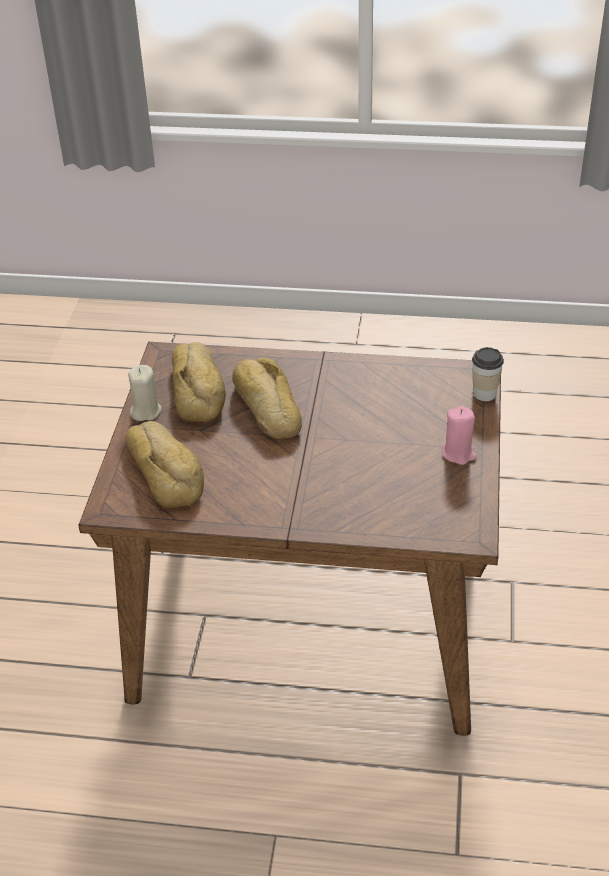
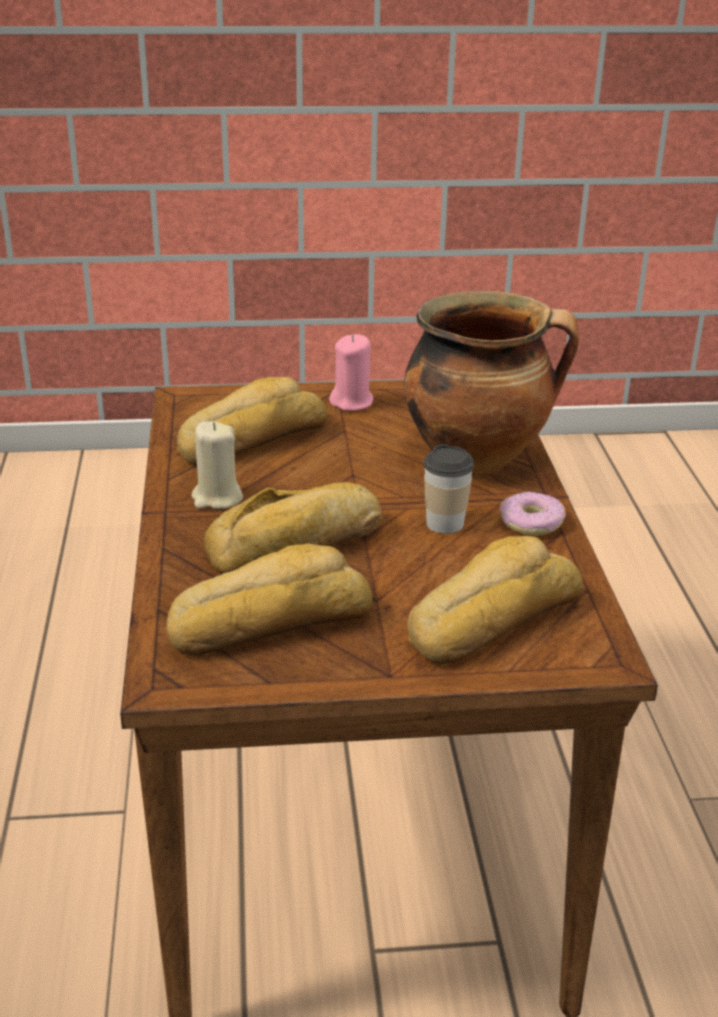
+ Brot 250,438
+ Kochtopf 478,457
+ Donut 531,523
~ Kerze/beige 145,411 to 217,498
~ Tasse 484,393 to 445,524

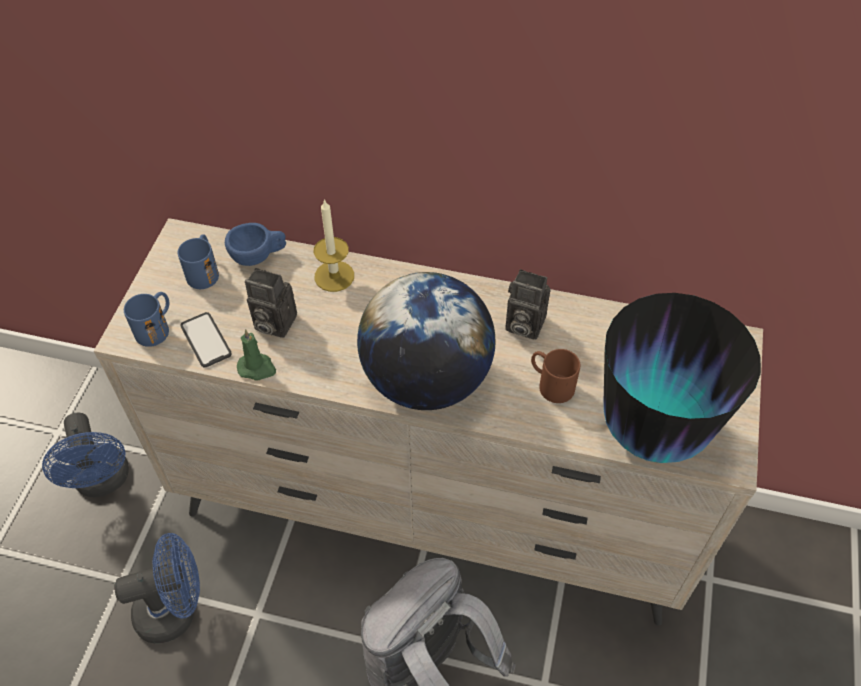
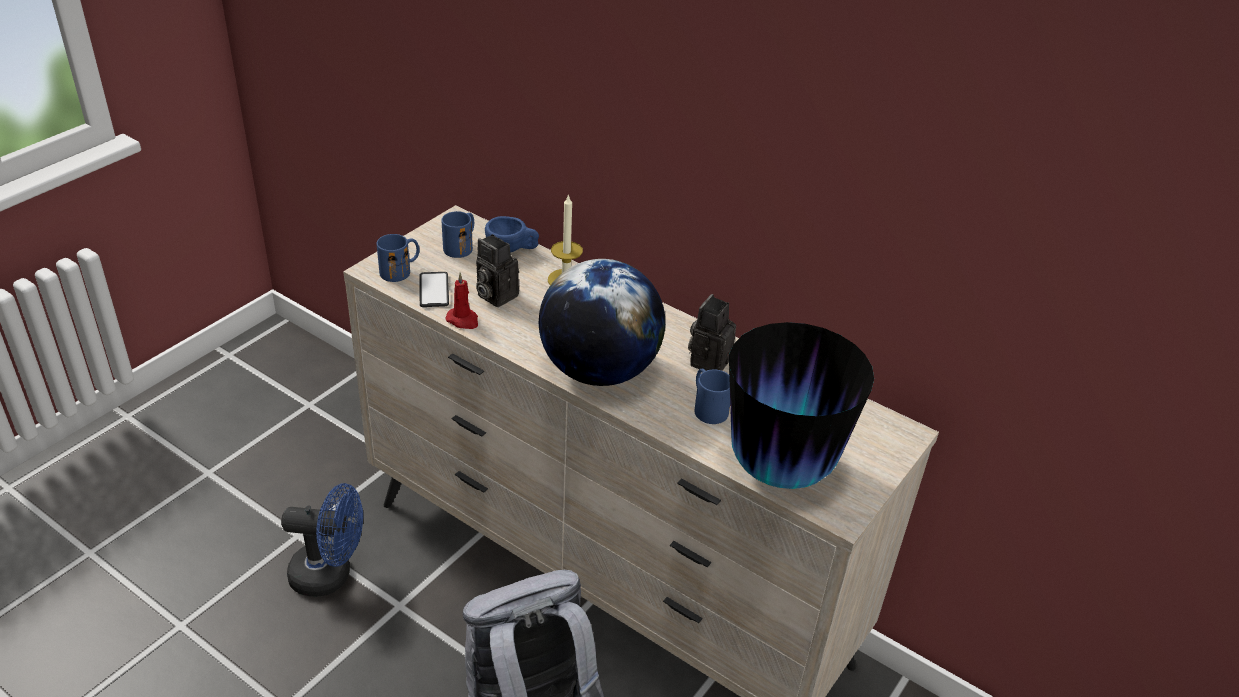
- Ventilator/blau 103,481
~ Kerze/grün 257,368 to Kerze/rot 463,320
~ Henkelbecher/braun 550,384 to Henkelbecher/blau 707,408
~ Kamera 522,325 = 709,360 75 degrees clockwise

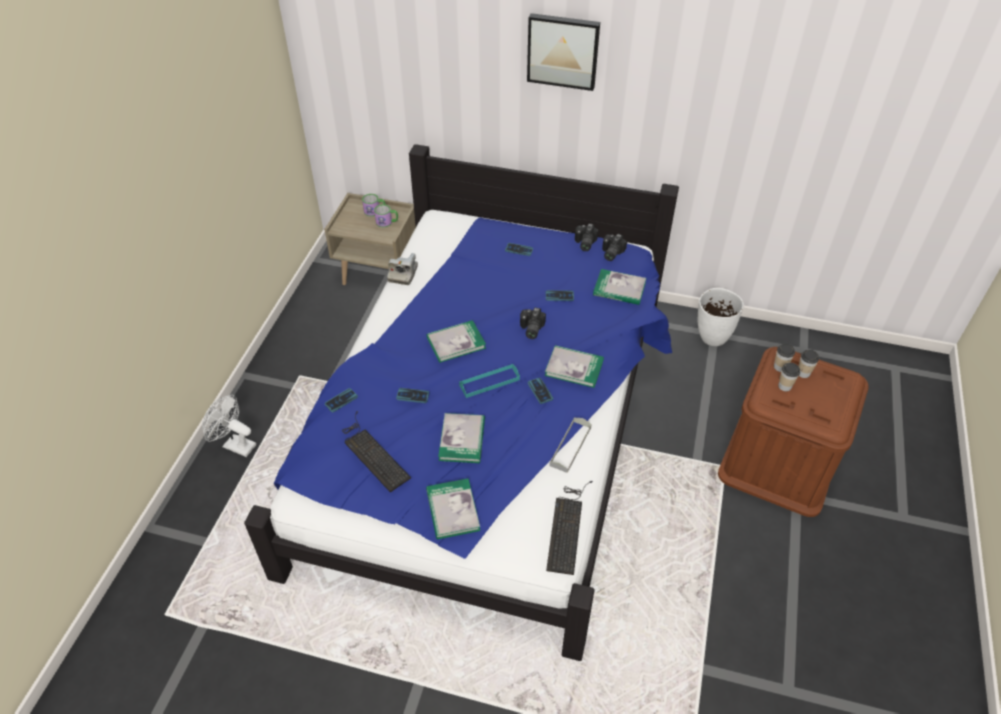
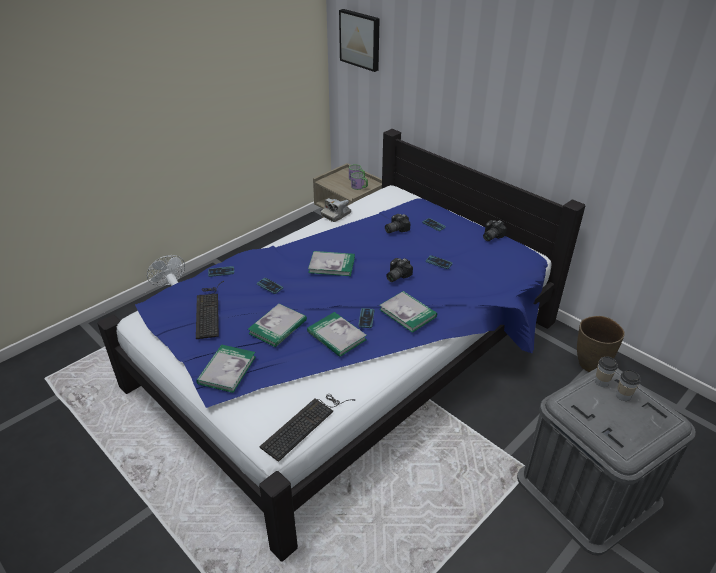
- Tablett/türkis 489,382
- Tablett/grau 570,446
- Tasse 784,386
~ Bild 563,50 to 360,39
~ Buch 619,289 to 336,336
~ Kamera 610,253 to 395,229
~ Vase/weiß 712,337 to Vase/braun 590,364
~ Aufbewahrungsbox/braun 778,461 to Aufbewahrungsbox/grau 588,489

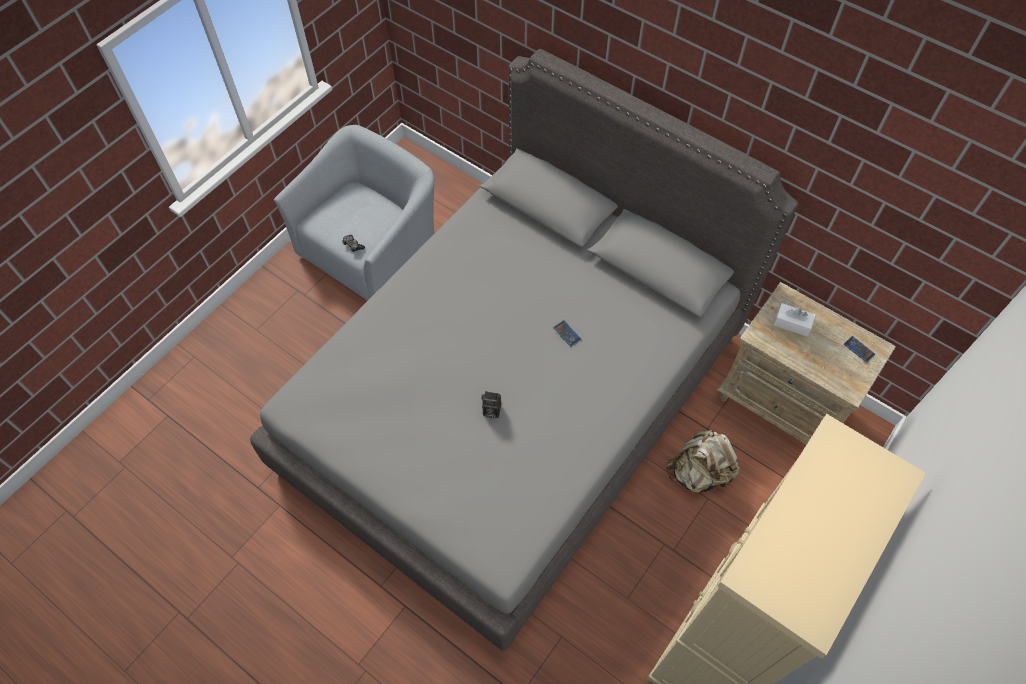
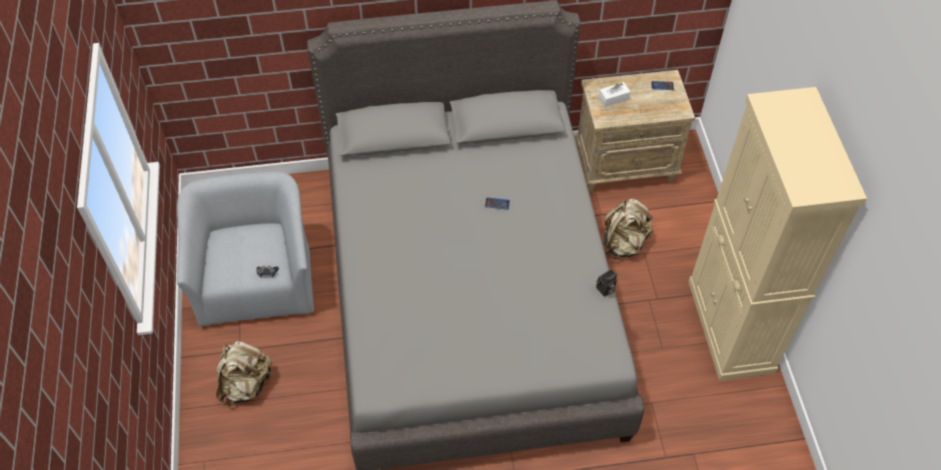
+ Rucksack/beige 246,384
~ Kamera 490,411 to 605,290

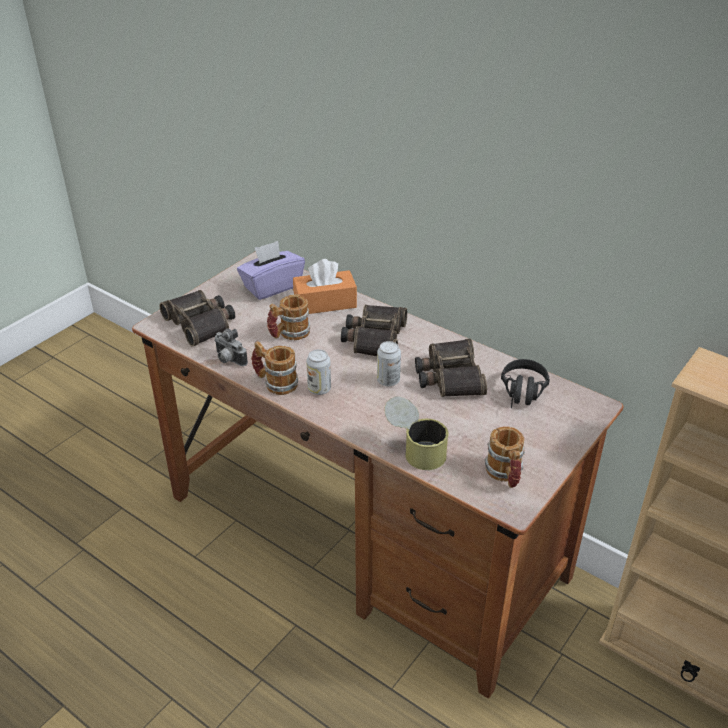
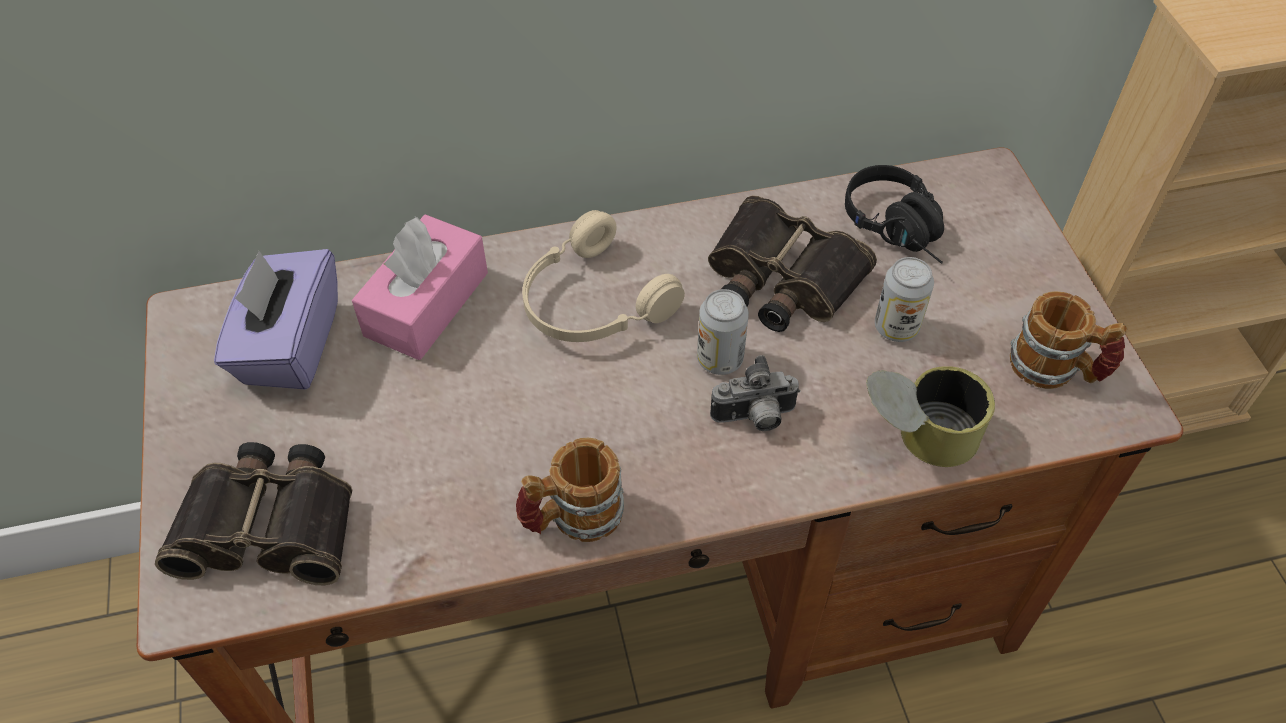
- Henkelbecher 289,334
~ Kamera 229,360 to 754,418
~ Dose 319,389 to 896,327
~ Fernglas 374,337 to Kopfhörer/beige 592,303
~ Taschentuchbox/orange 325,303 to Taschentuchbox/rosa 426,304

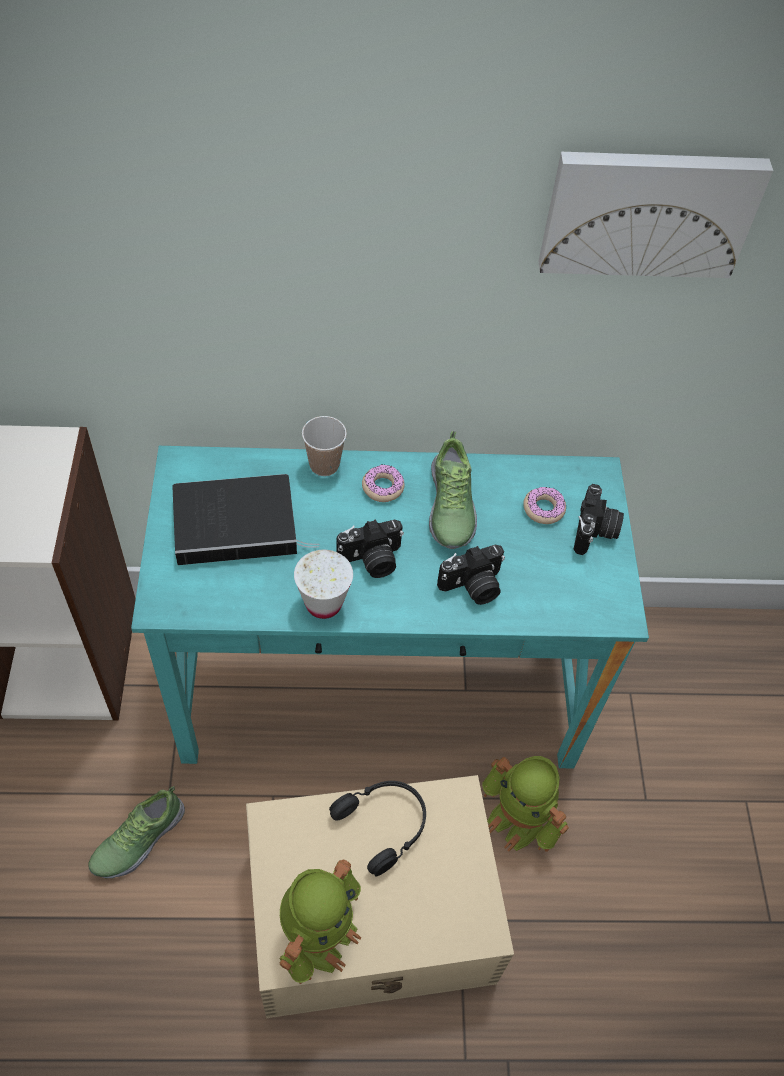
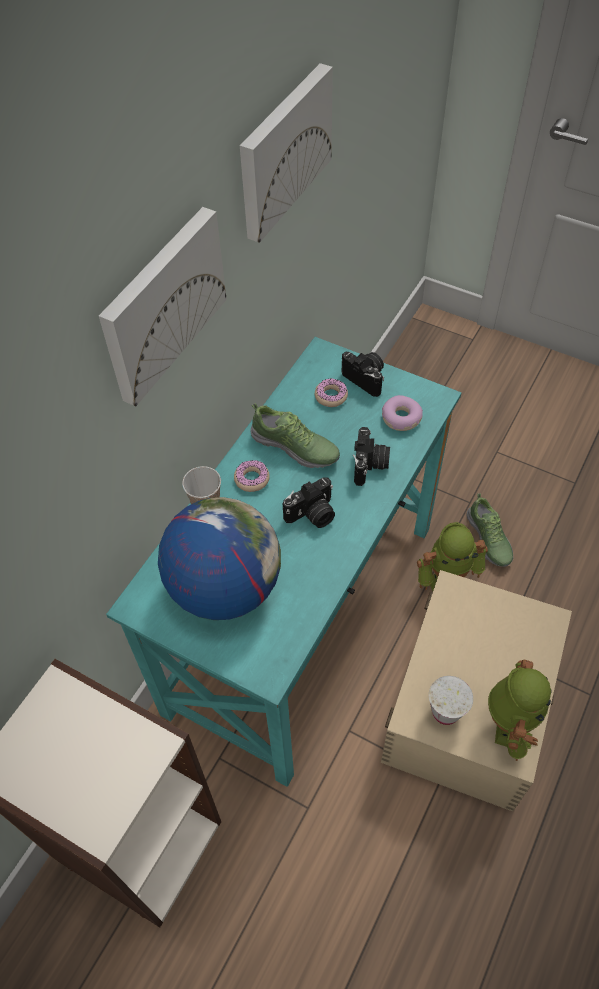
- Kopfhörer/schwarz 384,824
+ Bild 161,304
+ Donut 401,418
~ Schuh 138,839 to 489,539
~ Tasse/weiß 323,603 to 445,712
~ Buch 239,524 to Globus 225,587
~ Spielzeugroboter 319,933 = 508,724 45 degrees clockwise
~ Kamera 372,560 = 312,515 45 degrees clockwise

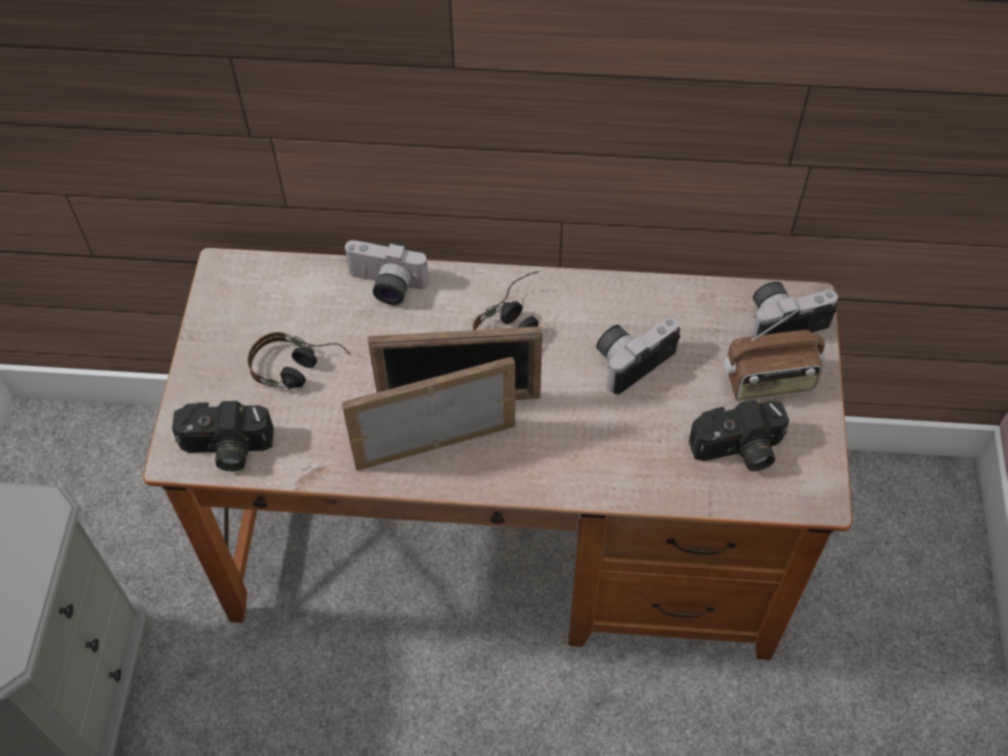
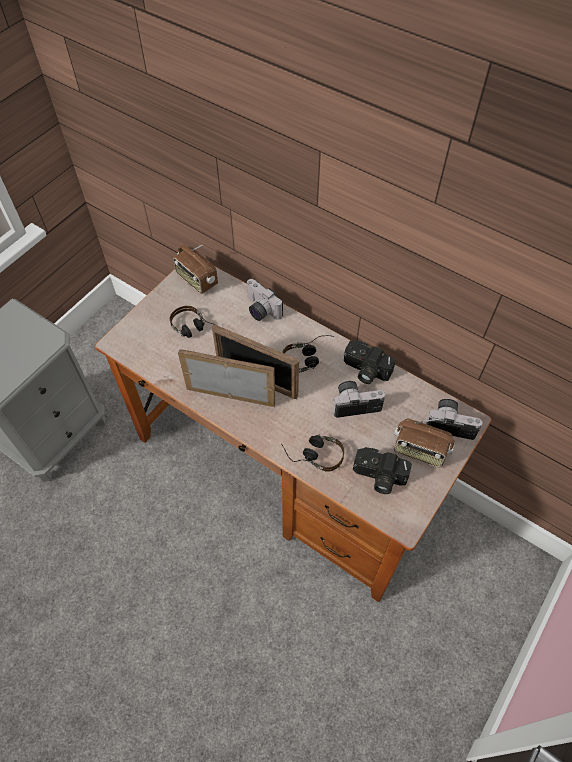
+ Radio 196,280
+ Kopfhörer 313,454
~ Kamera 226,448 to 365,371

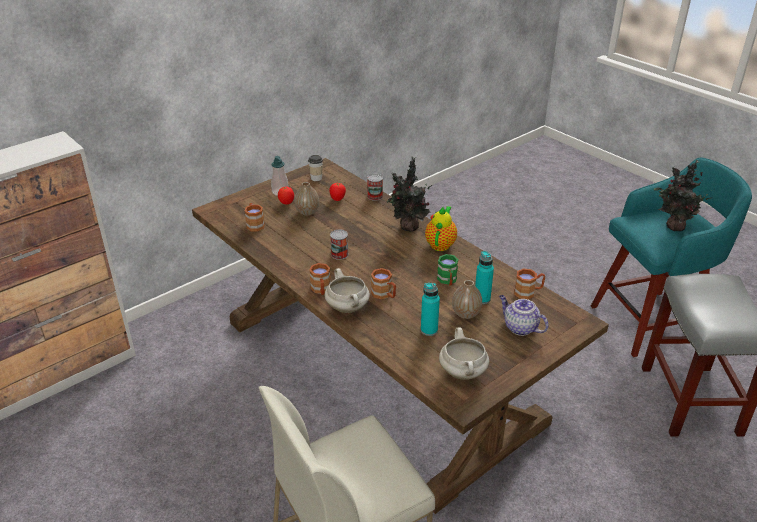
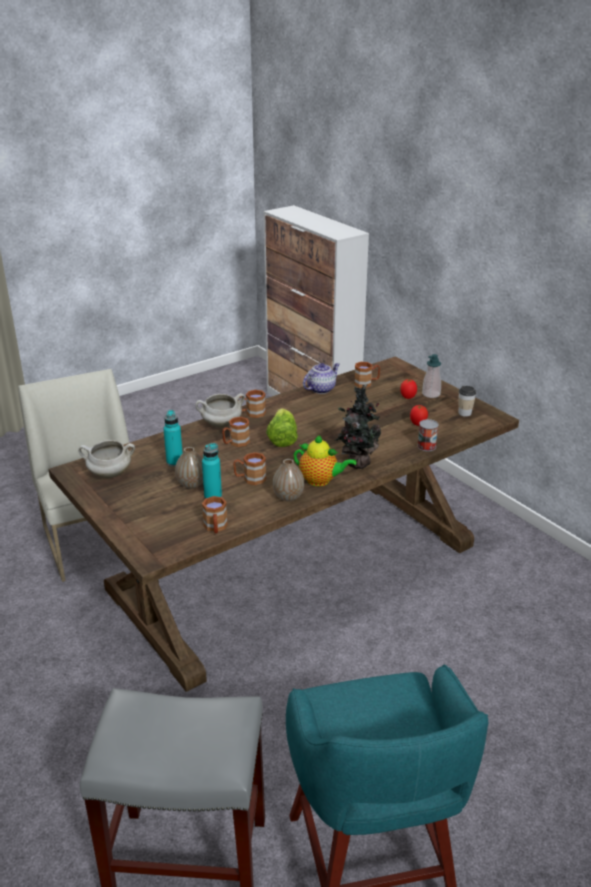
- Dose 339,254
- Topfpflanze 673,227
+ Salatkopf 282,439
~ Vase 307,212 to 288,497
~ Teekanne 519,327 to 321,389
~ Henkelbecher/grün 447,281 to Henkelbecher/braun 250,479

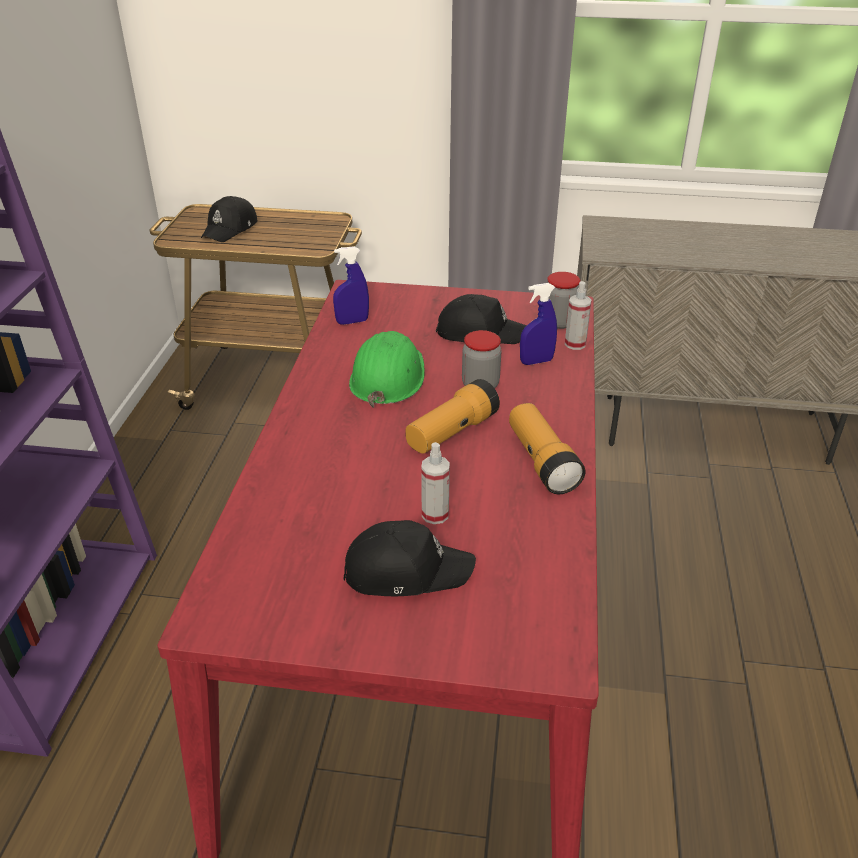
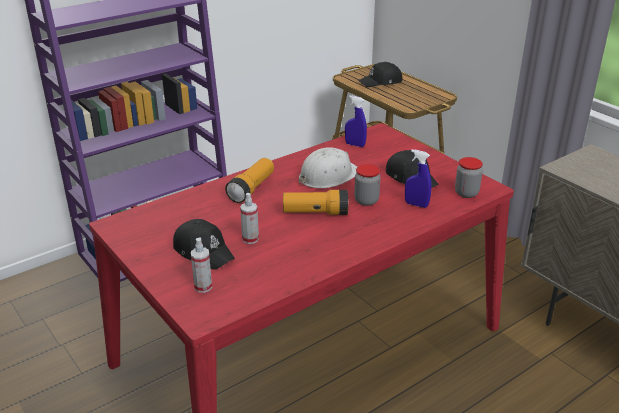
~ Taschenlampe 542,461 to 252,189
~ Sprühflasche 575,344 to 203,287
~ Schutzhelm/grün 387,378 to Schutzhelm/weiß 328,176

